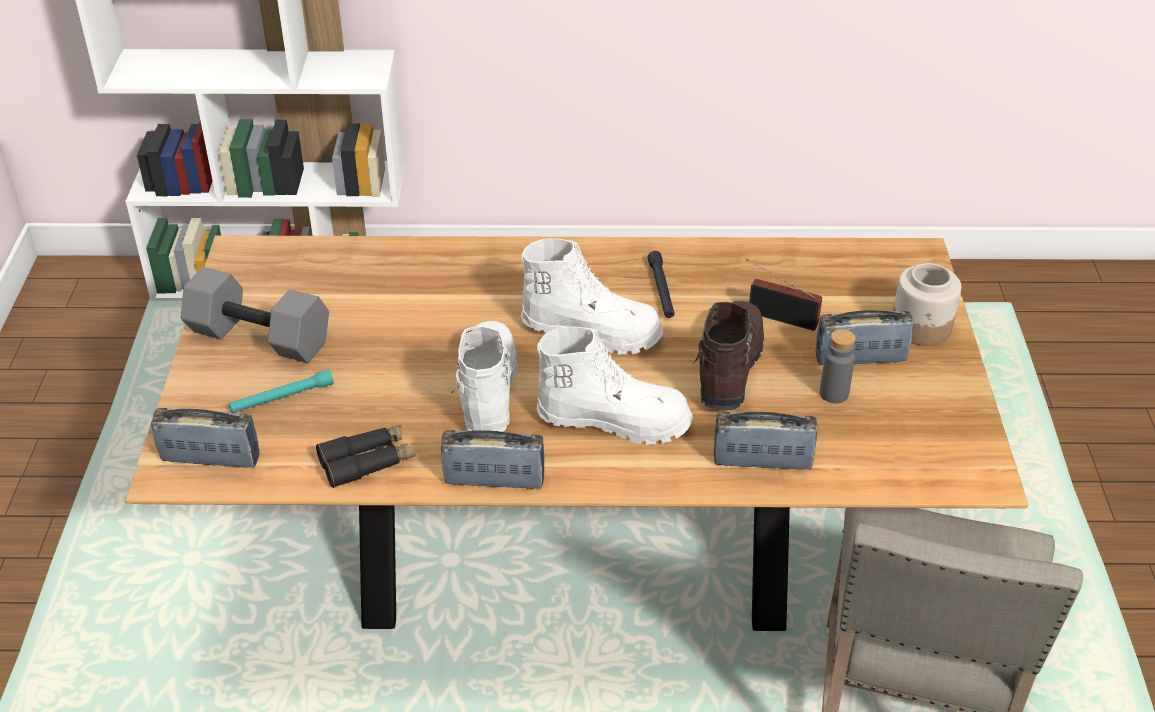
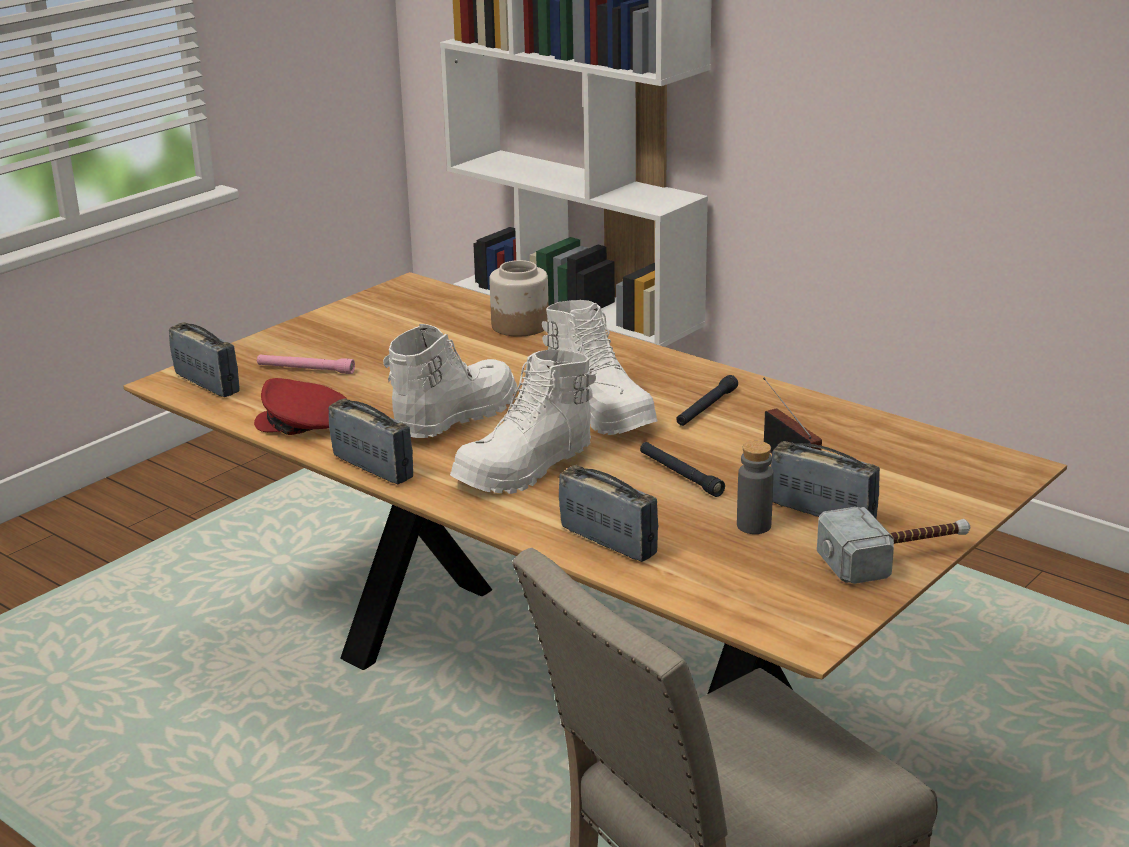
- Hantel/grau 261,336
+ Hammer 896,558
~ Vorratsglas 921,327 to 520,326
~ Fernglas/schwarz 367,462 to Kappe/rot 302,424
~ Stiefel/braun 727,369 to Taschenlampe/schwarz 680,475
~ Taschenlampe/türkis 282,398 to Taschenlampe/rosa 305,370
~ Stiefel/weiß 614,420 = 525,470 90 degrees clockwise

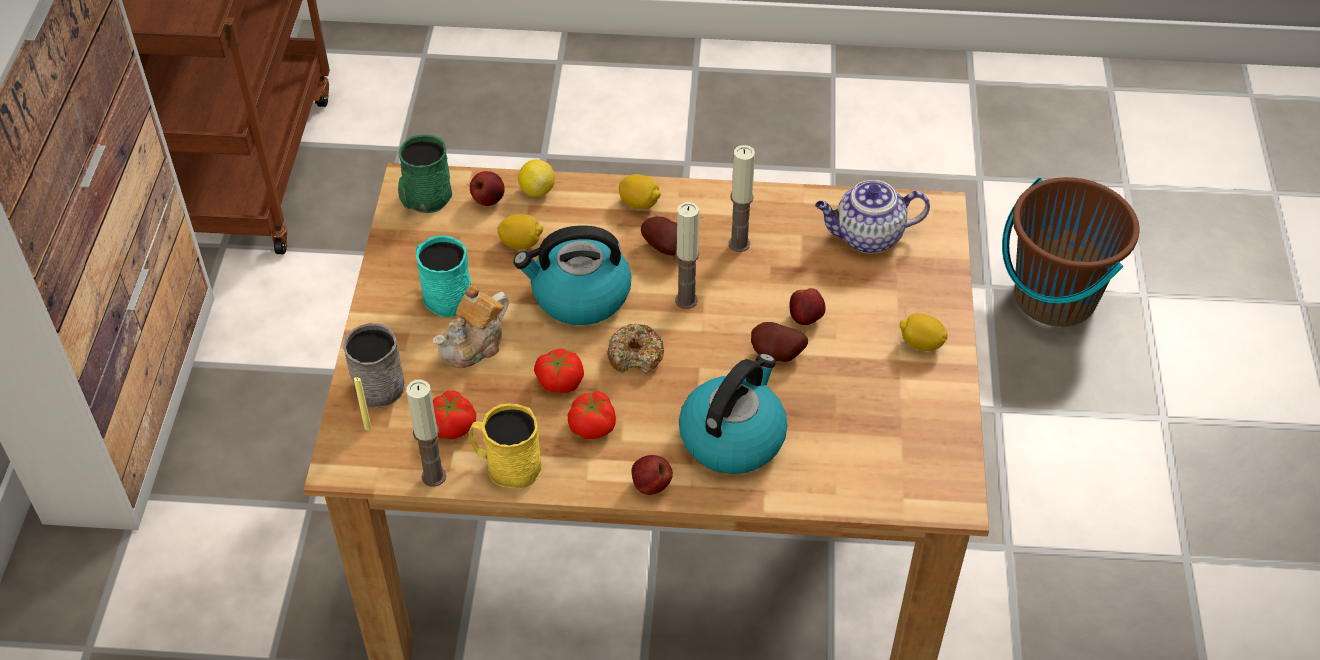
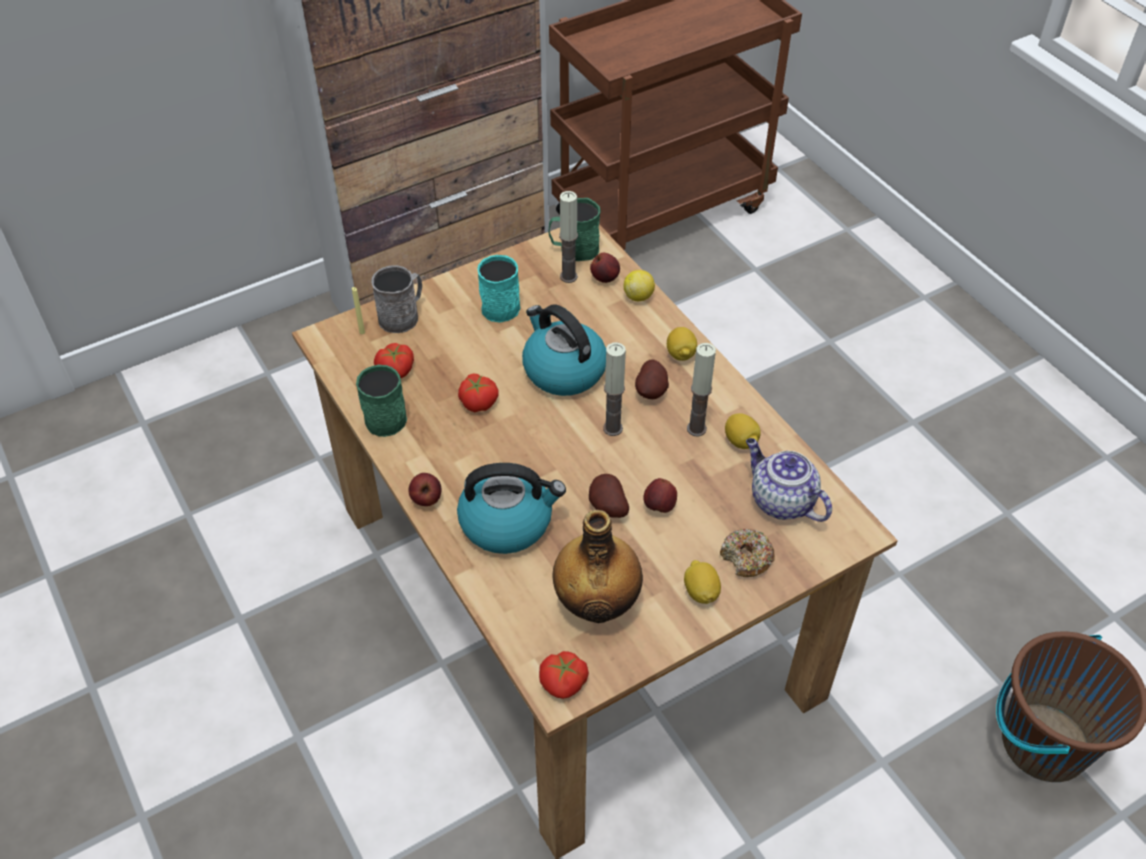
- Teekanne 475,345
+ Flasche 597,603
~ Kerze 434,476 to 568,276
~ Zitrone 521,243 to 741,441
~ Tomate 593,426 to 564,683
~ Donut 636,355 to 746,558
~ Henkelbecher/gelb 506,466 to Henkelbecher/grün 384,415

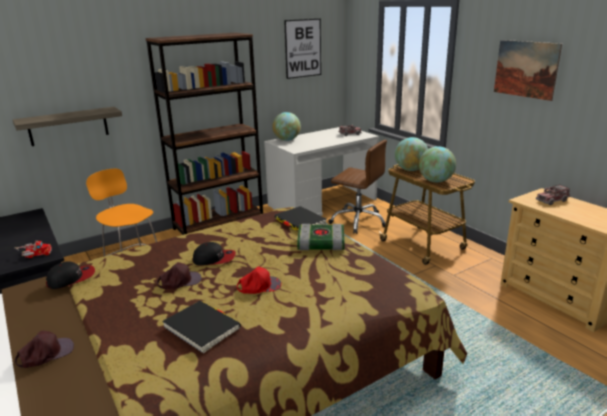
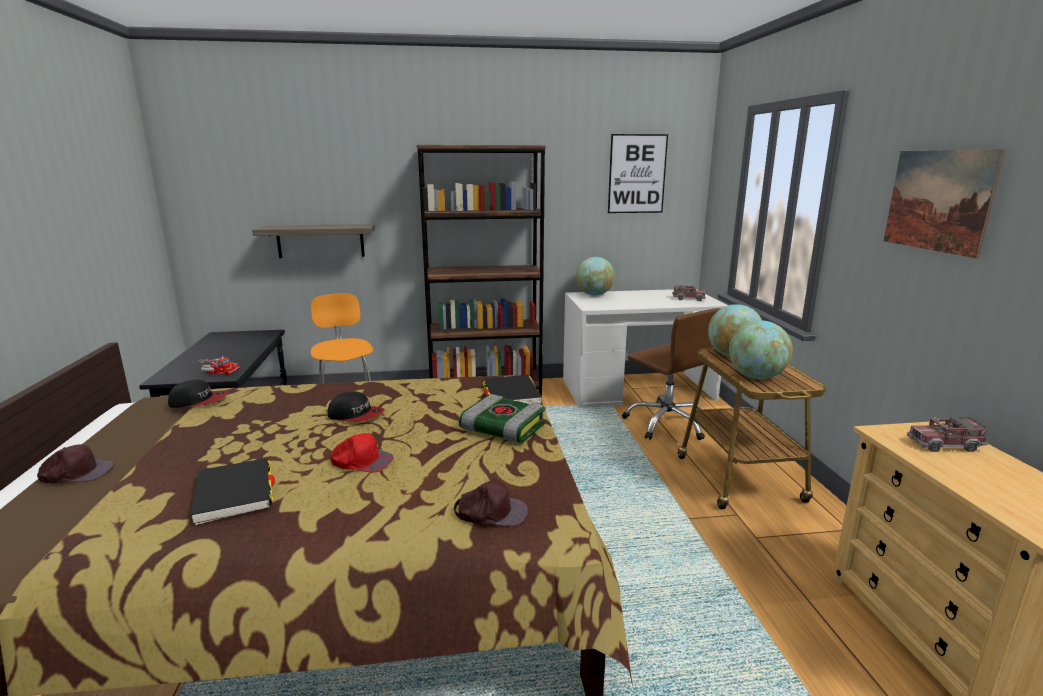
~ Kappe/braun 179,281 to 491,512

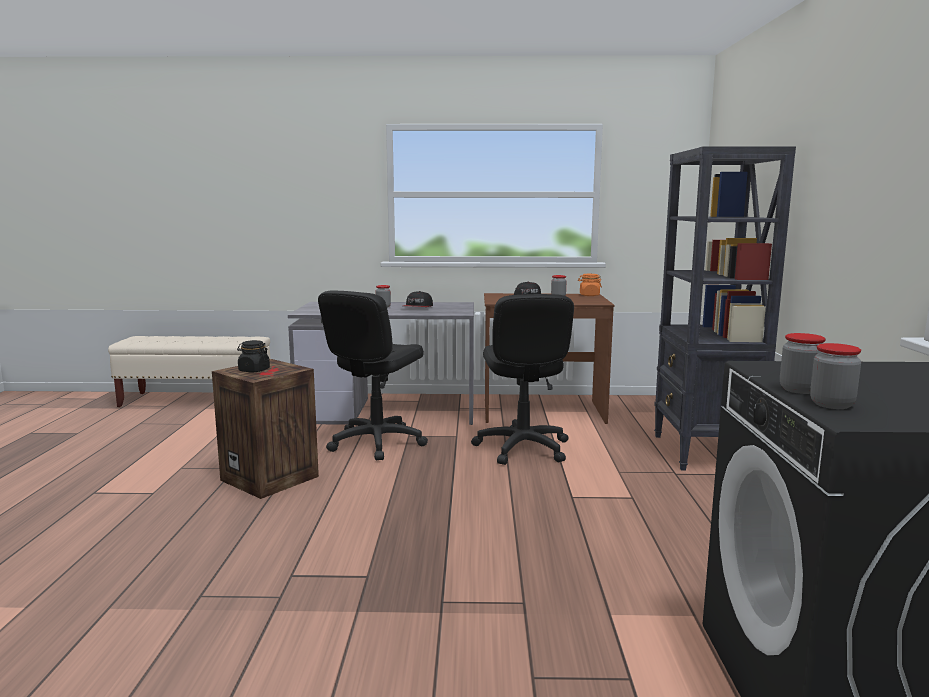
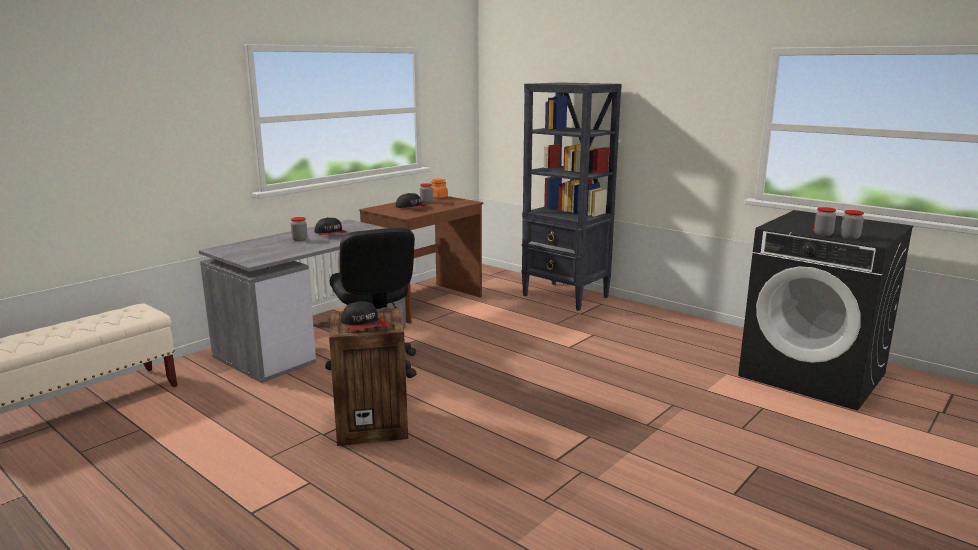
- Bürostuhl/schwarz 522,448
~ Vorratsglas/schwarz 254,370 to Kappe 362,324

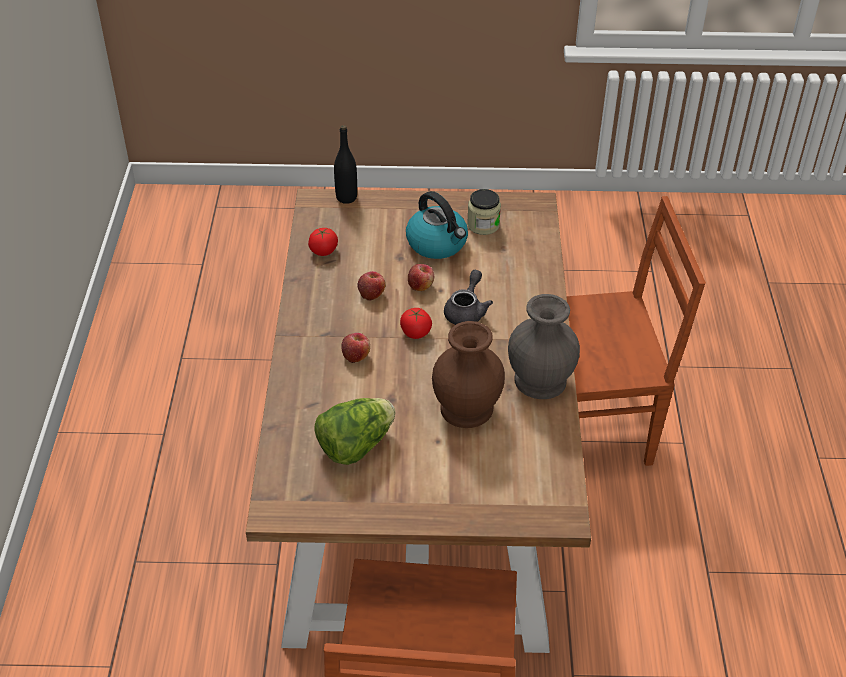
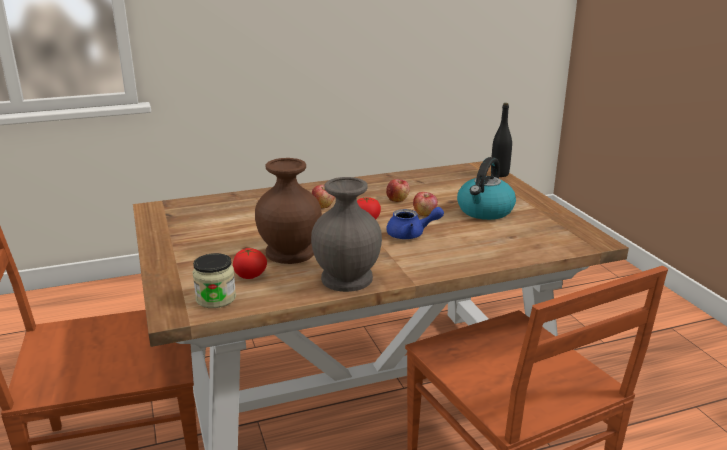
- Salatkopf 355,445
~ Tomate 323,251 to 250,275
~ Vorratsglas 483,225 to 216,298
~ Teekanne/grau 467,311 to Teekanne/blau 411,234

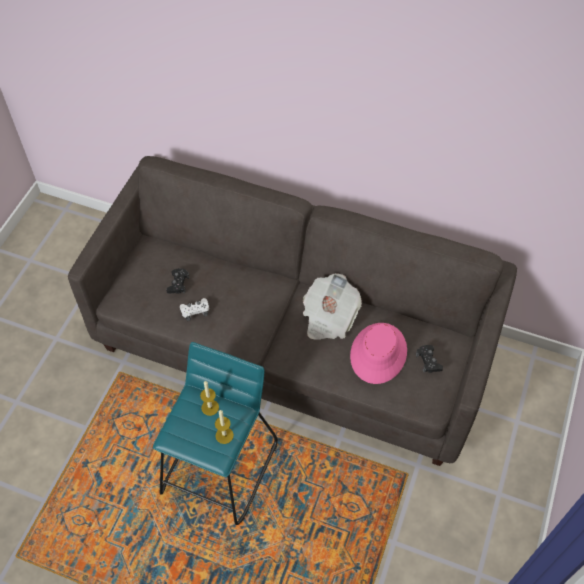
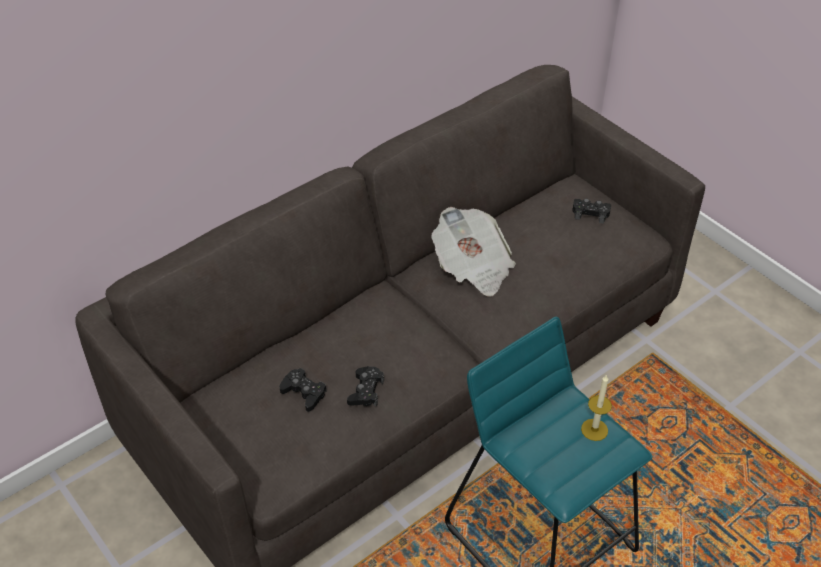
- Kerze 210,407
- Hut/rosa 378,353
~ Gamepad/weiß 195,311 to Gamepad/schwarz 366,391

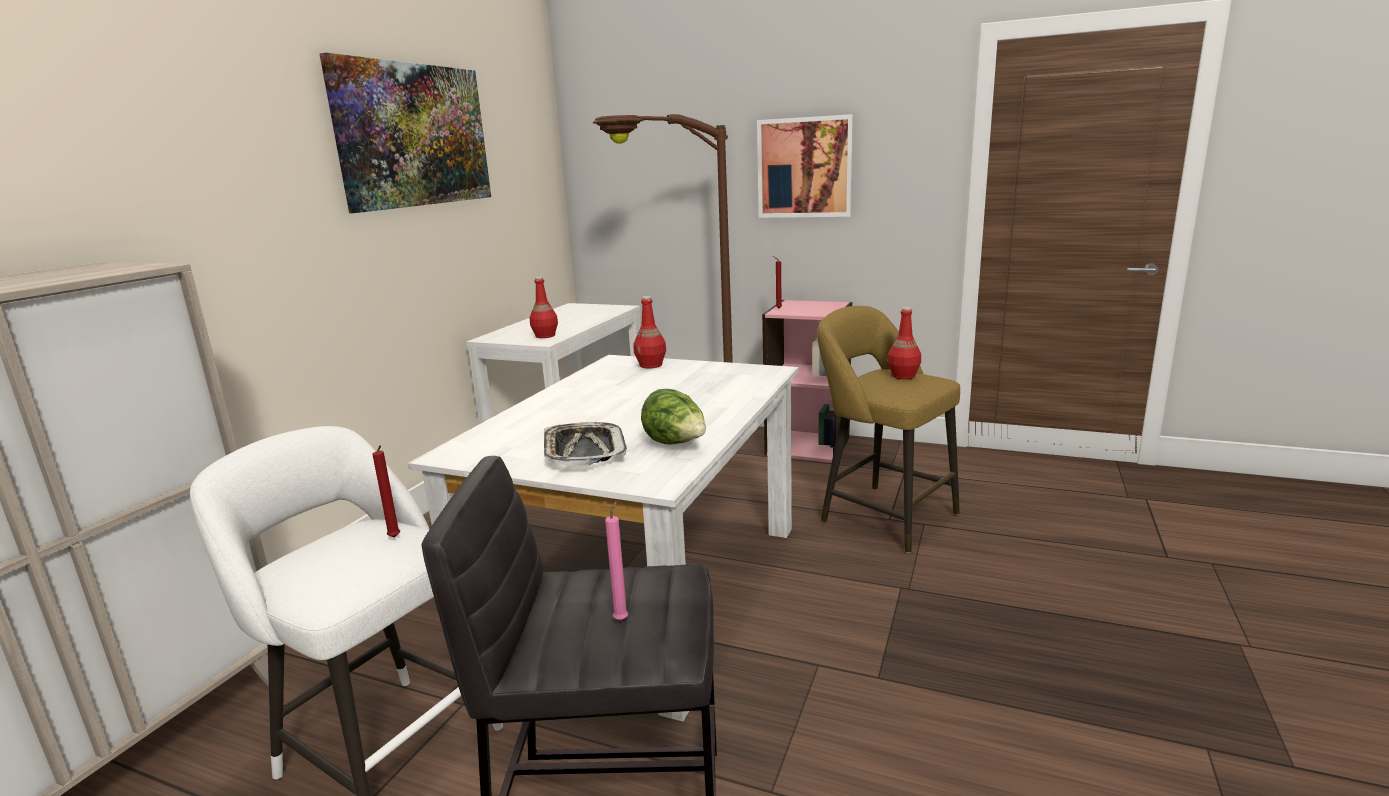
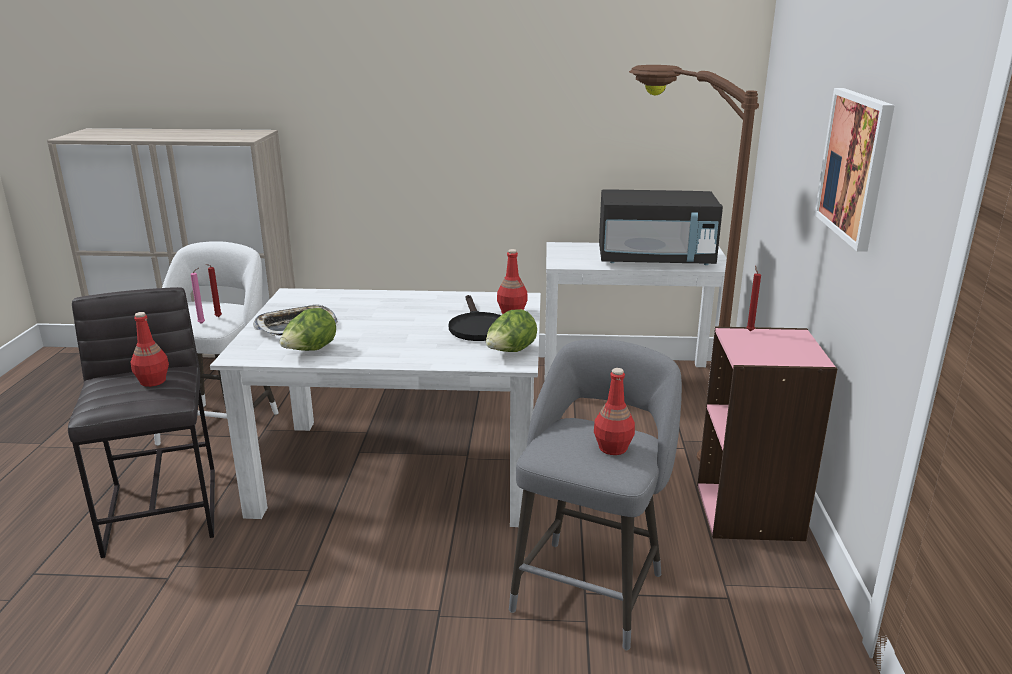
- Bild 414,135
+ Pfanne/schwarz 477,327
+ Salatkopf 510,352
+ Mikrowelle/schwarz 655,260
~ Flasche/rot 545,336 to 152,381
~ Kerze/rosa 622,619 to 202,323
~ Hocker/gelb 882,515 to Hocker/grau 590,587

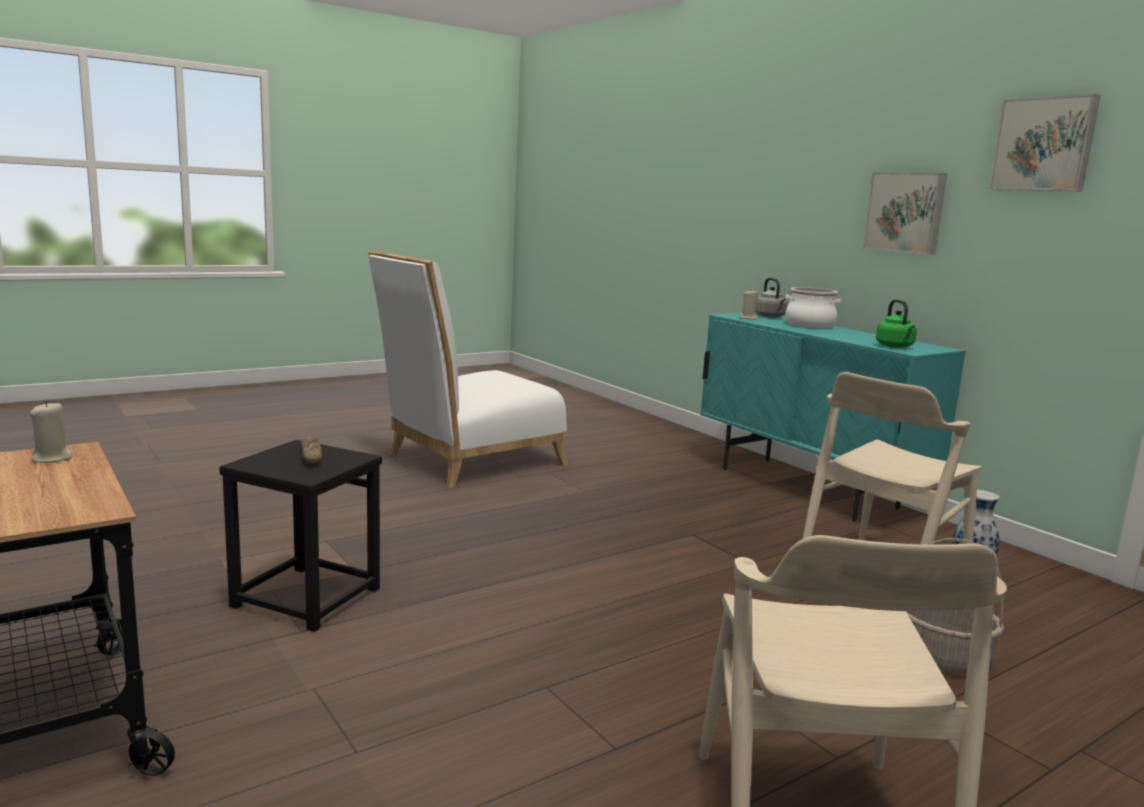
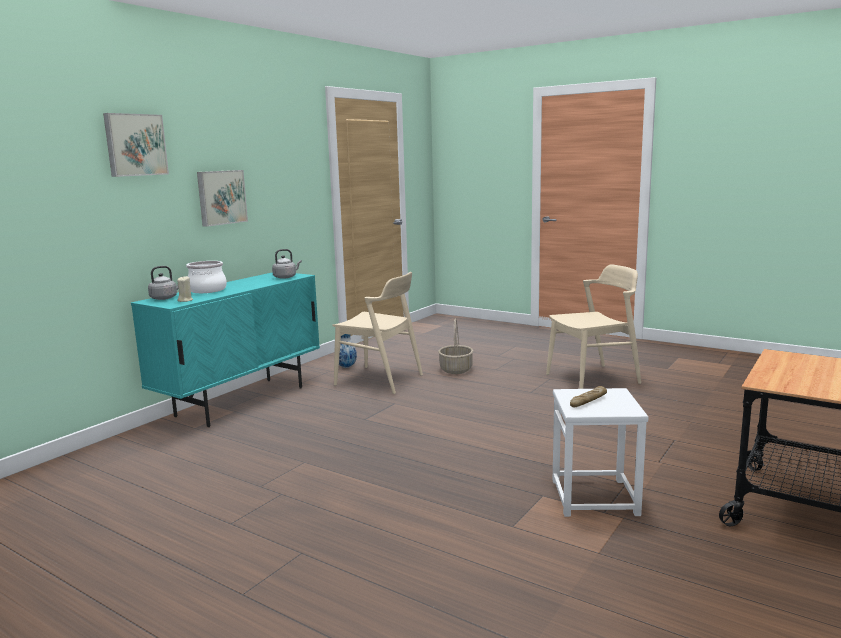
- Kerze/beige 52,458
- Stuhl/weiß 467,461
~ Bild 1044,144 to 135,145
~ Hocker/schwarz 305,598 to Hocker/weiß 595,497
~ Wasserkessel/grün 895,346 to Wasserkessel/grau 286,277

